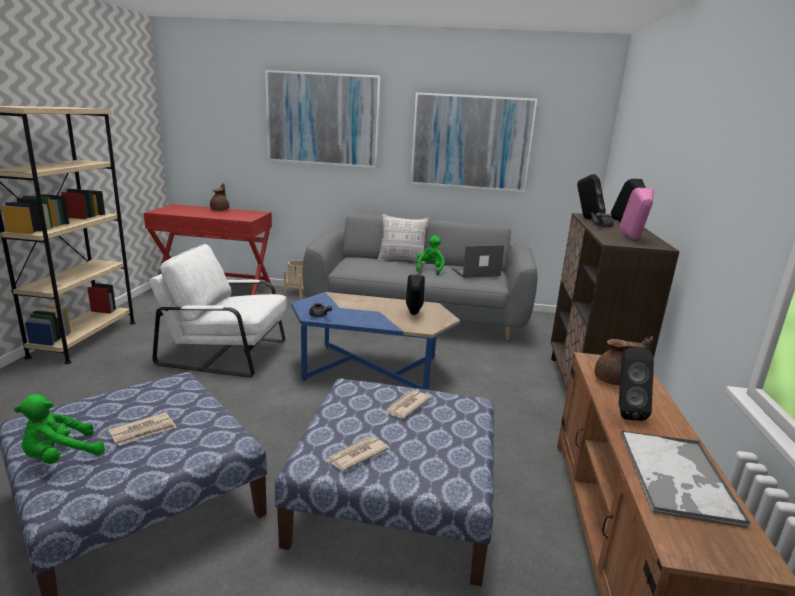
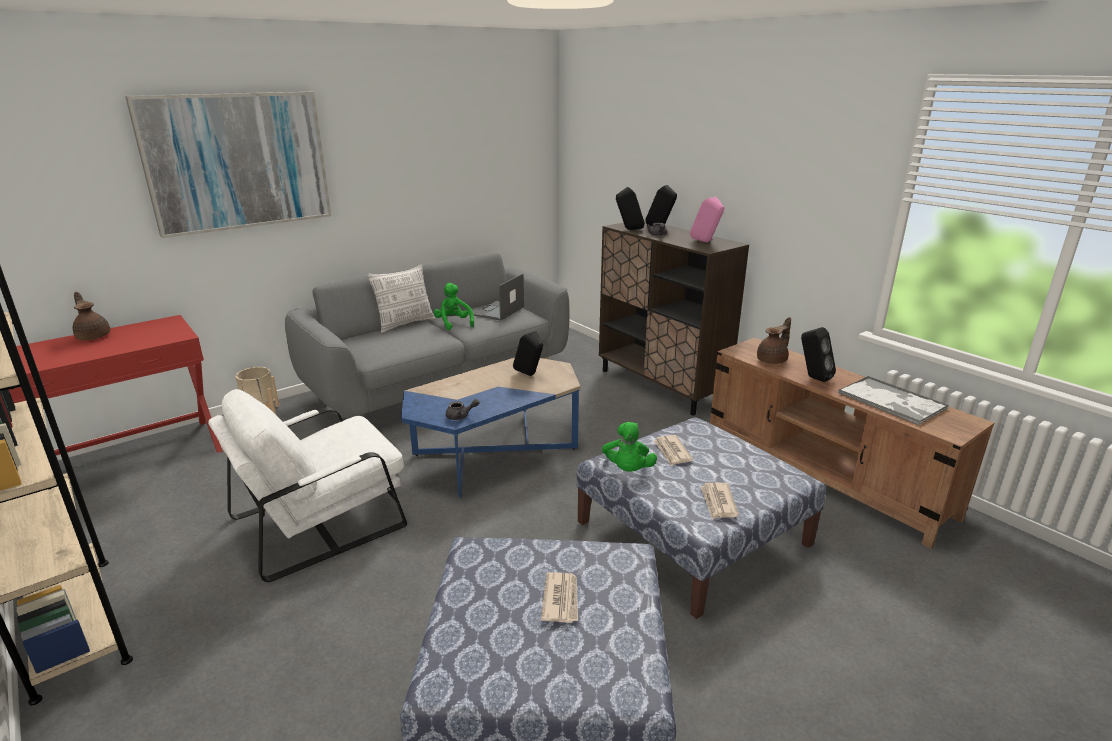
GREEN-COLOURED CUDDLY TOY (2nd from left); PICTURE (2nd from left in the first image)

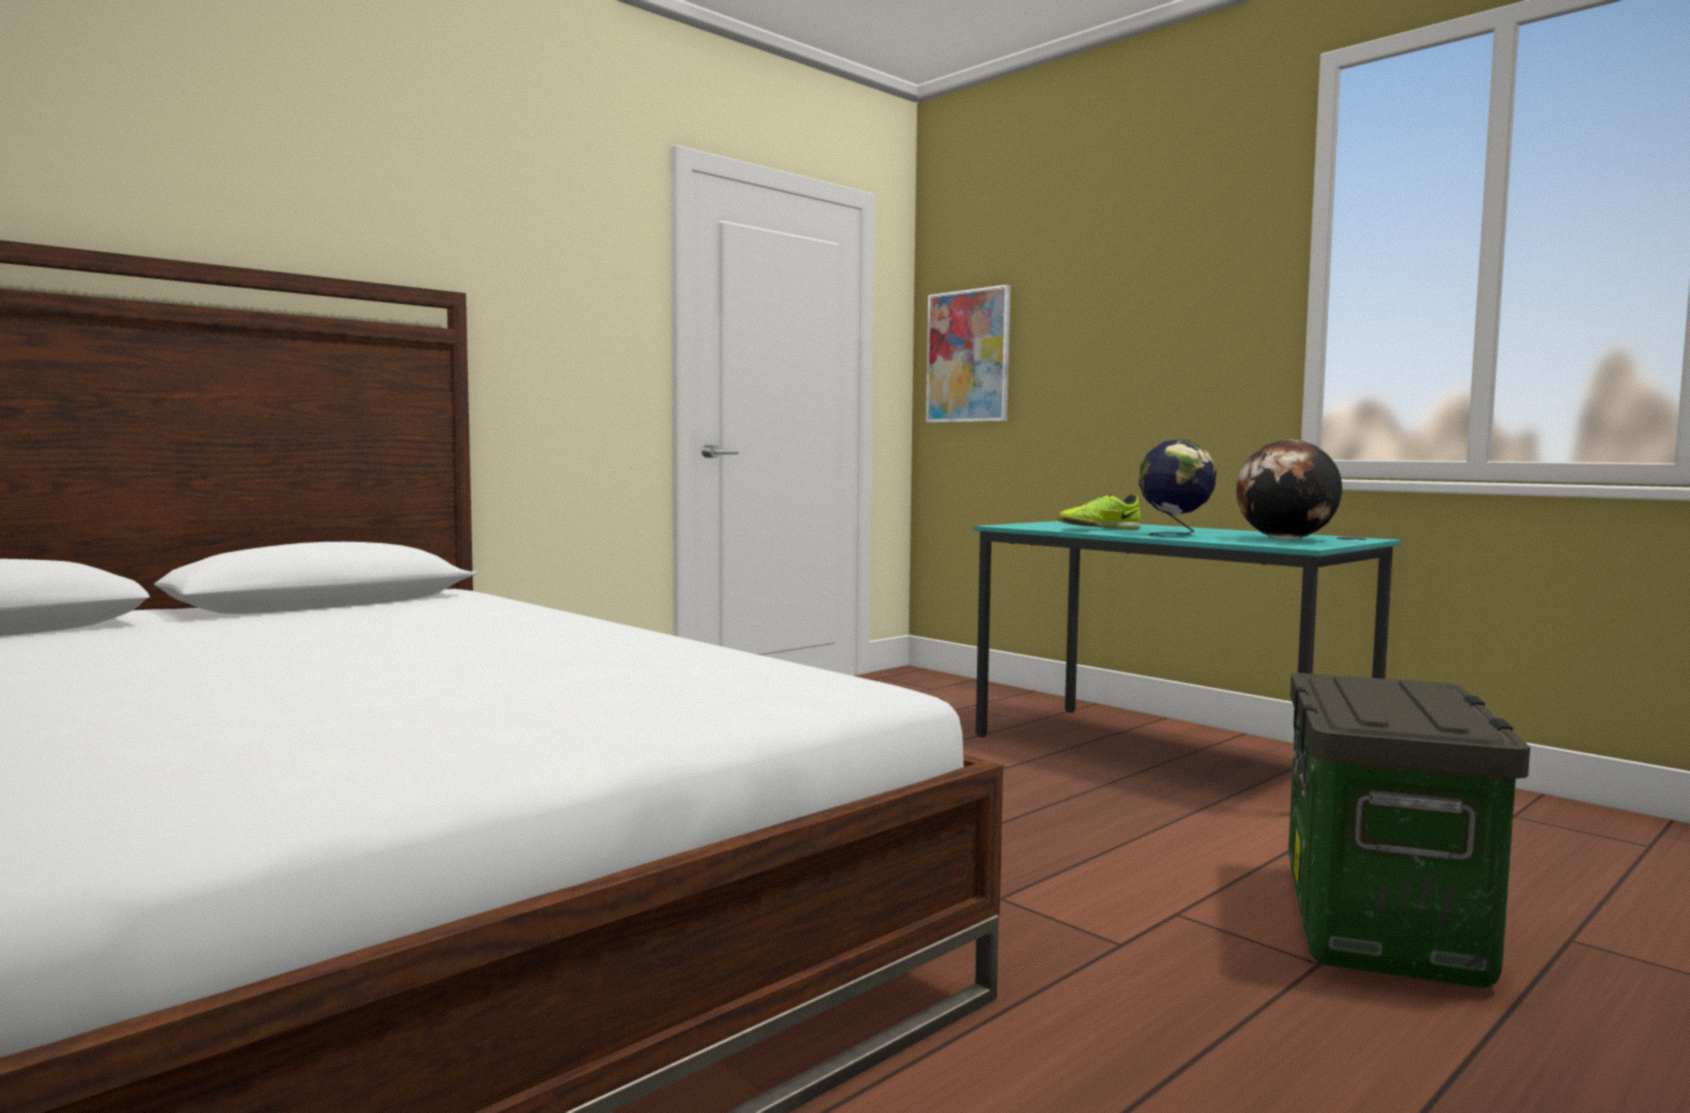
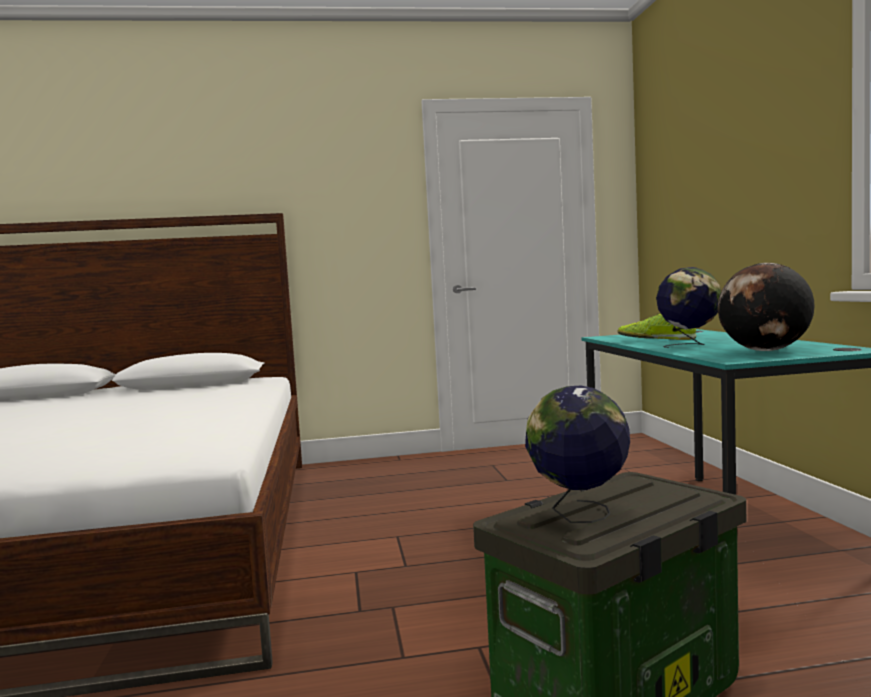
PICTURE; GLOBE (1st from left)

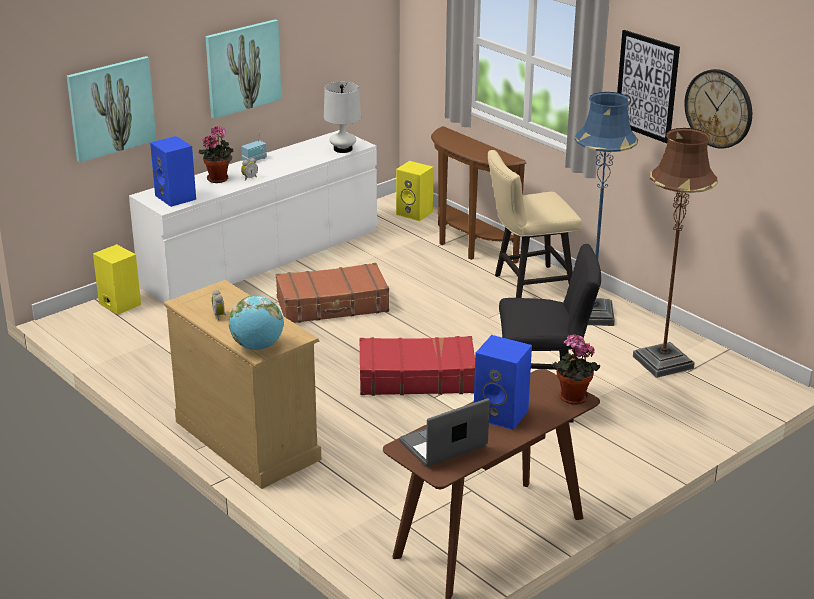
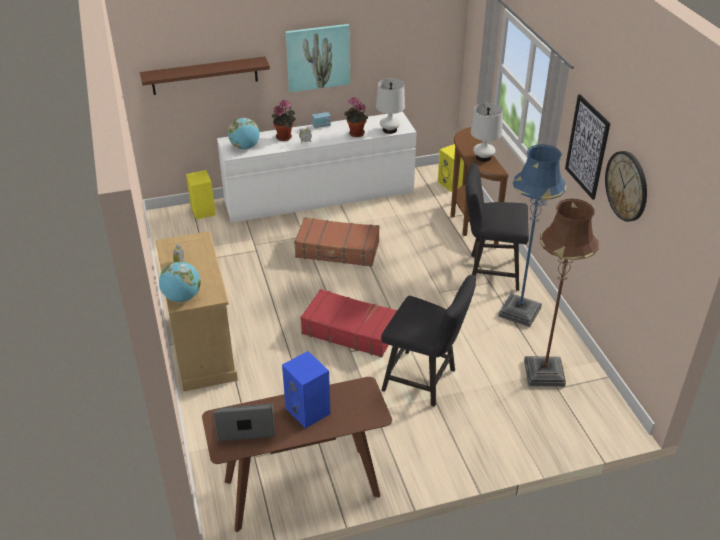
BROWN BRACKET SHELF; GLOBE (2nd from left); BLACK CHAIR (2nd from left); POTTED PLANT (2nd from left); WHITISH LAMP FOR A TABLE (2nd from left)

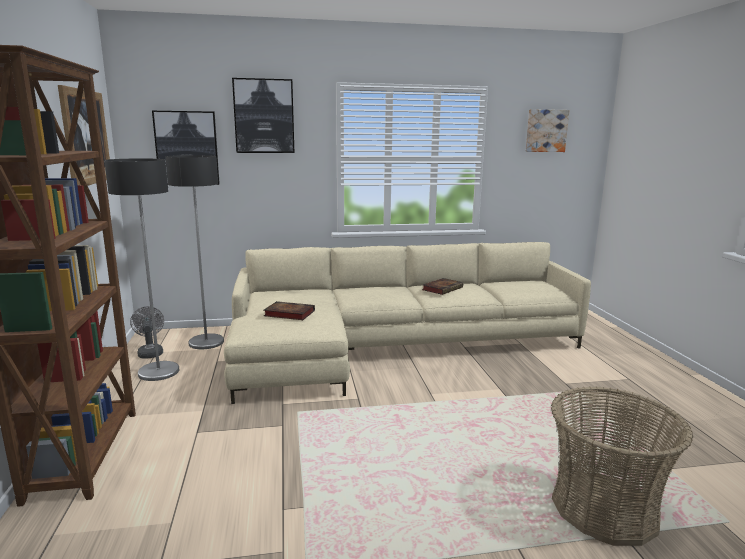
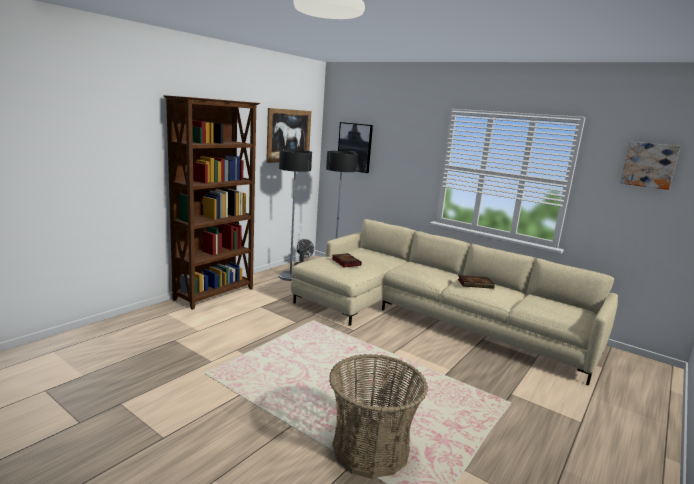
PICTURE (3rd from left in the first image)

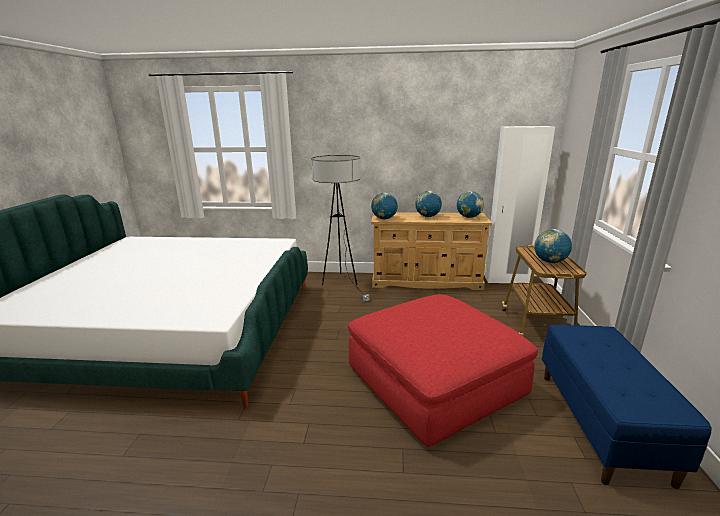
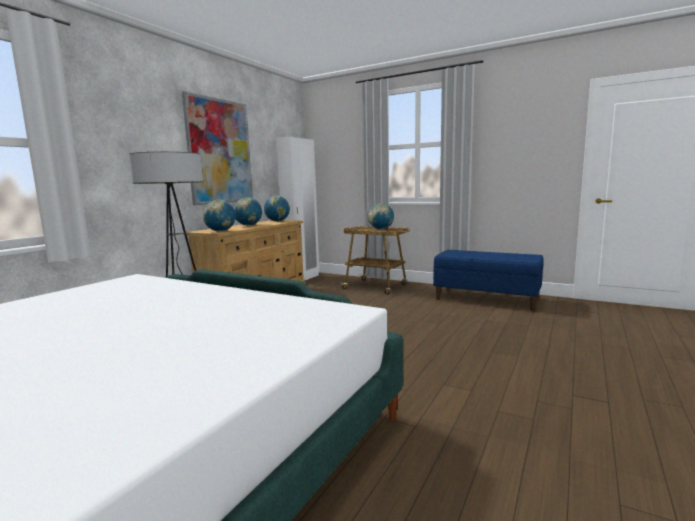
RED-COLOURED POUFFE; PICTURE

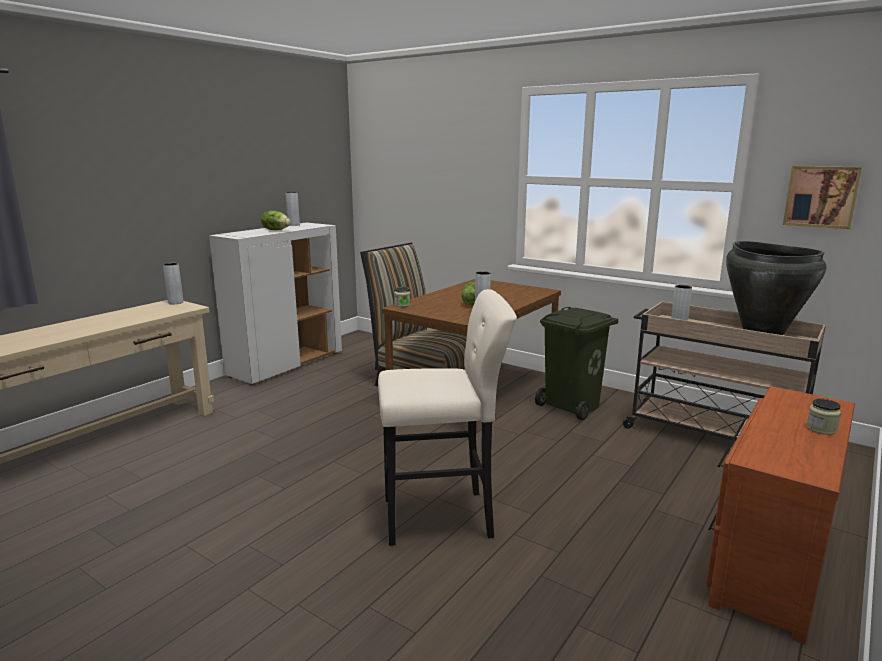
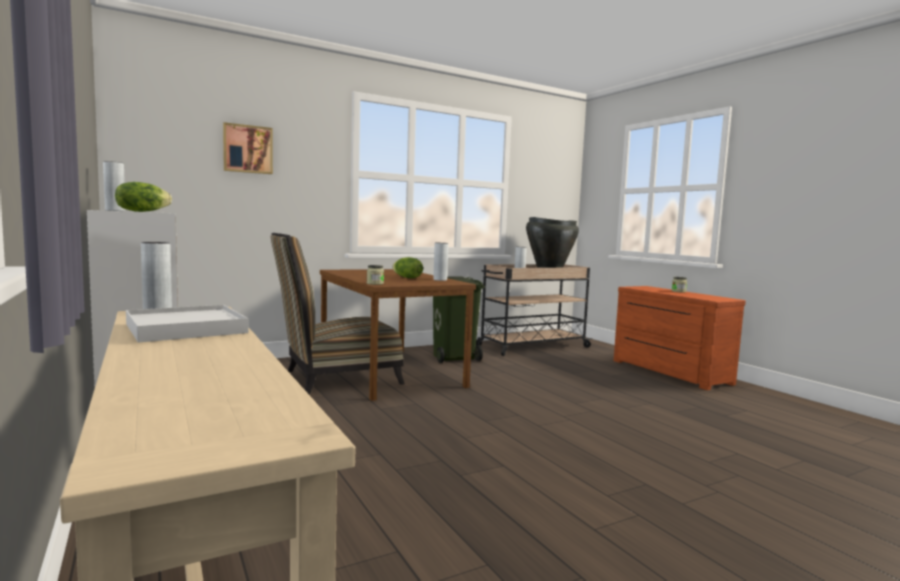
SAND-COLOURED STOOL; PICTURE; WHITISH TRAY

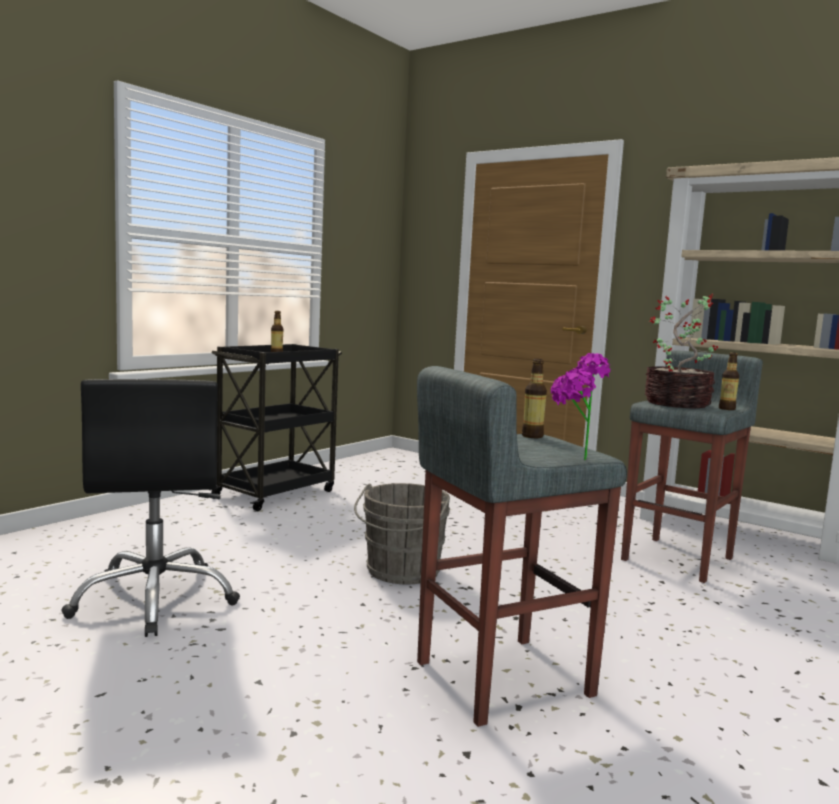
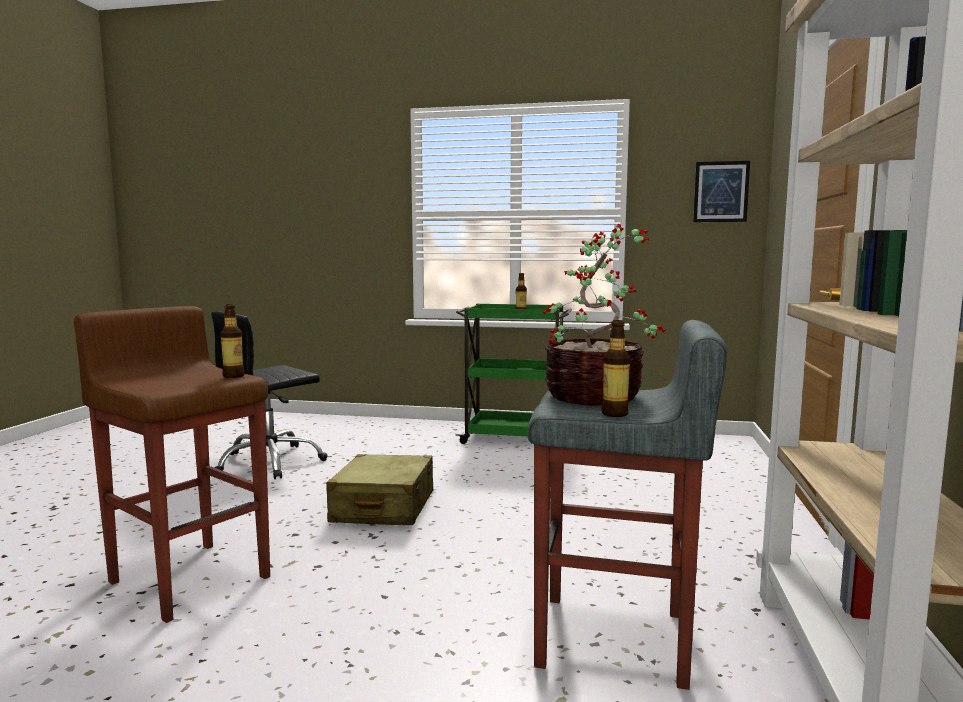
GREEN-COLOURED CART; SAND-COLOURED PIECE OF LUGGAGE; BROWN STOOL; POTTED PLANT (1st from left in the first image); PICTURE

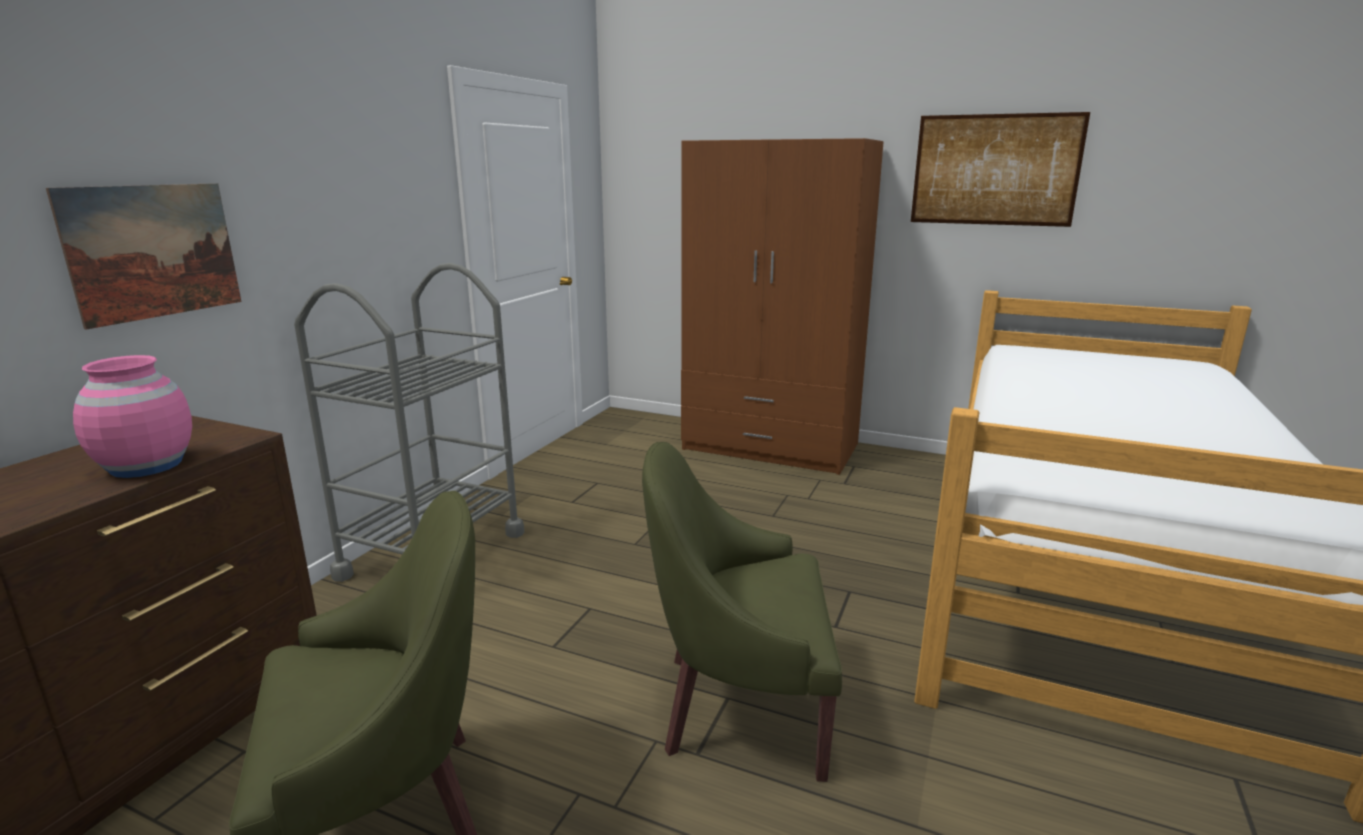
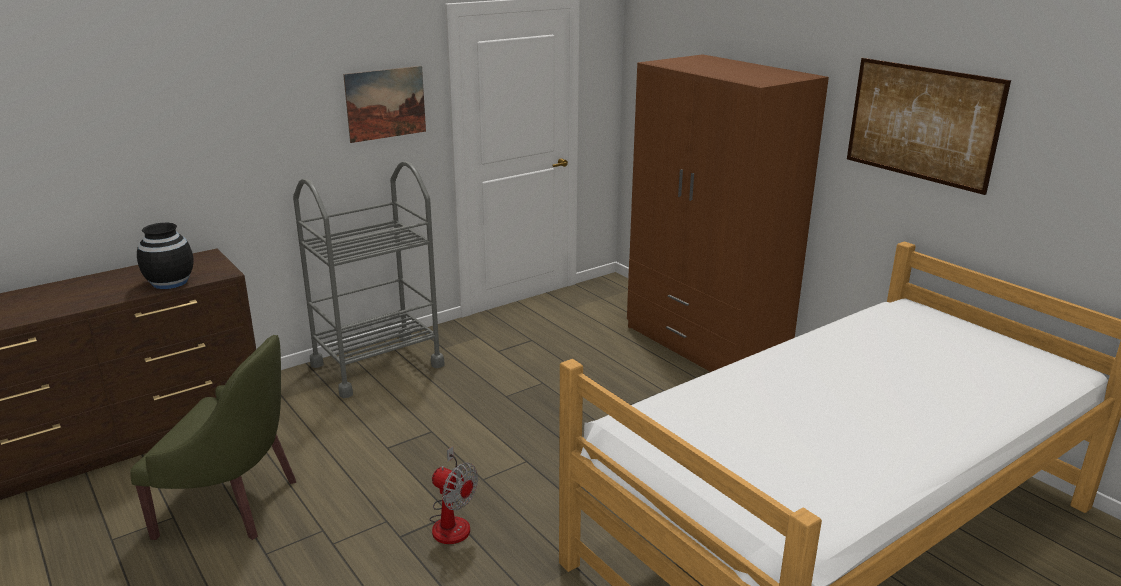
PICTURE (1st from left); BLACK VASE; COOLING FAN

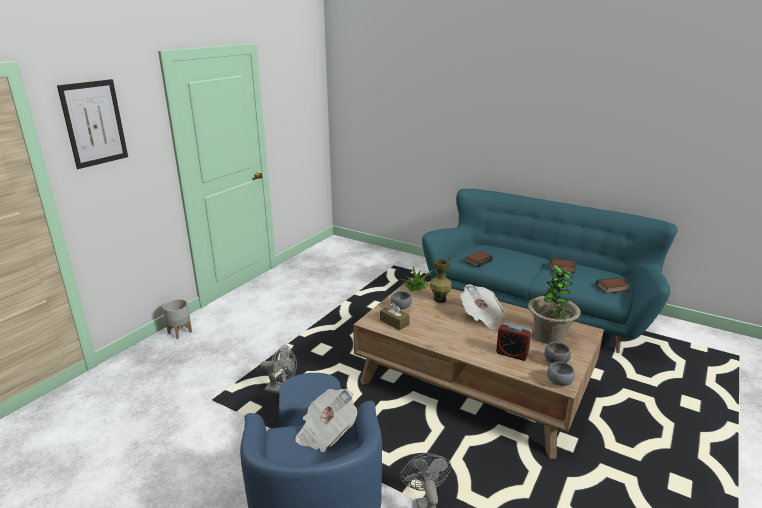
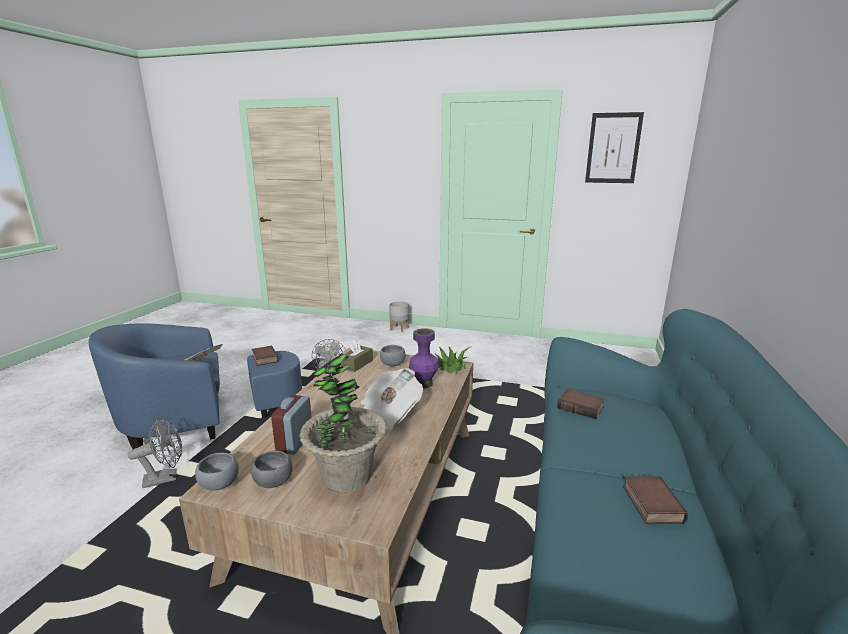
PICTURE; PURPLE-COLOURED VASE; VOLUME (1st from left)

